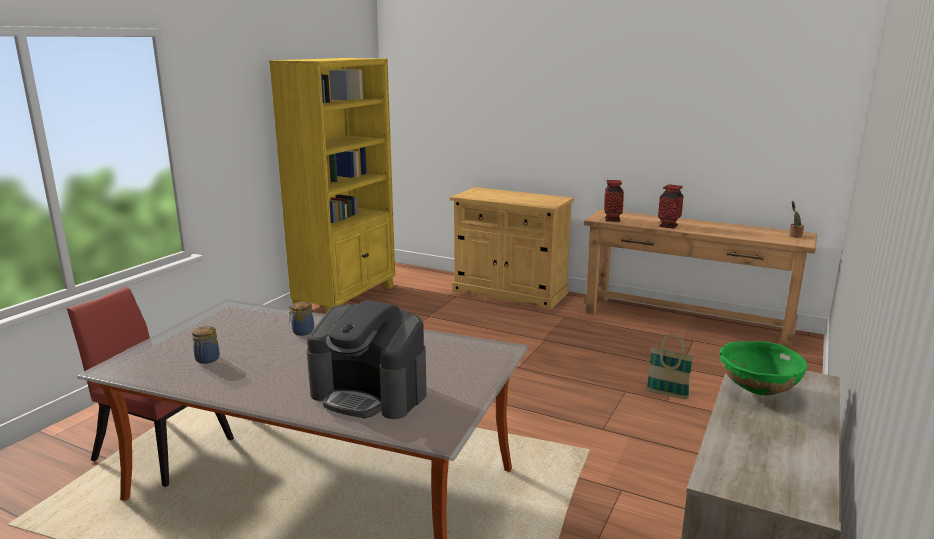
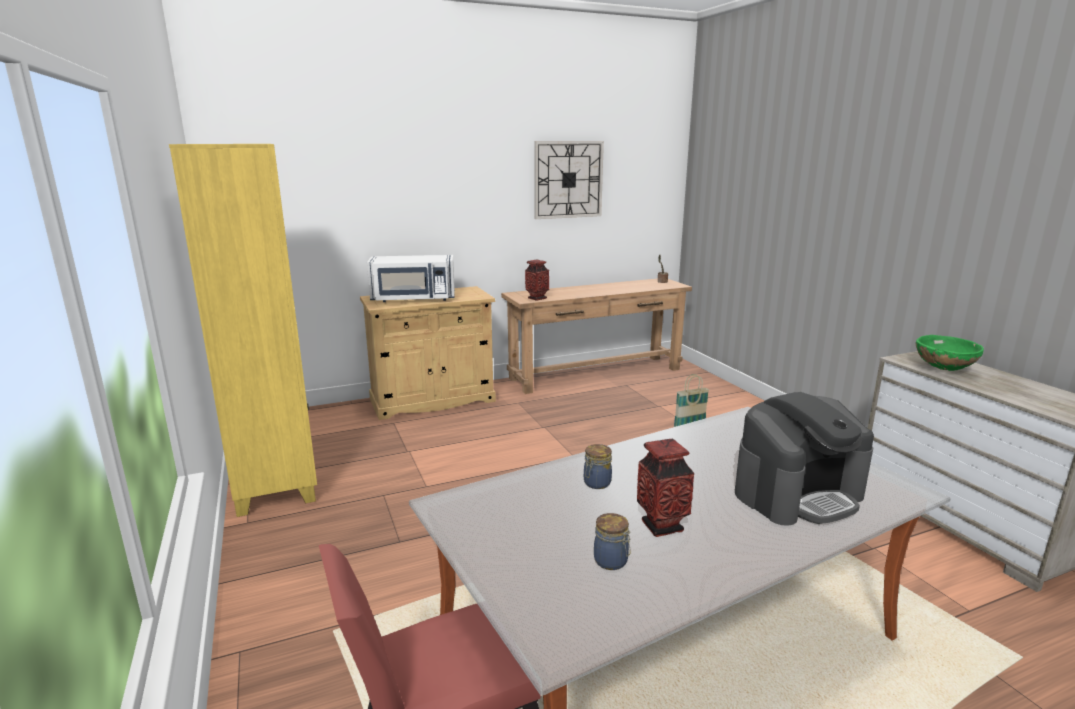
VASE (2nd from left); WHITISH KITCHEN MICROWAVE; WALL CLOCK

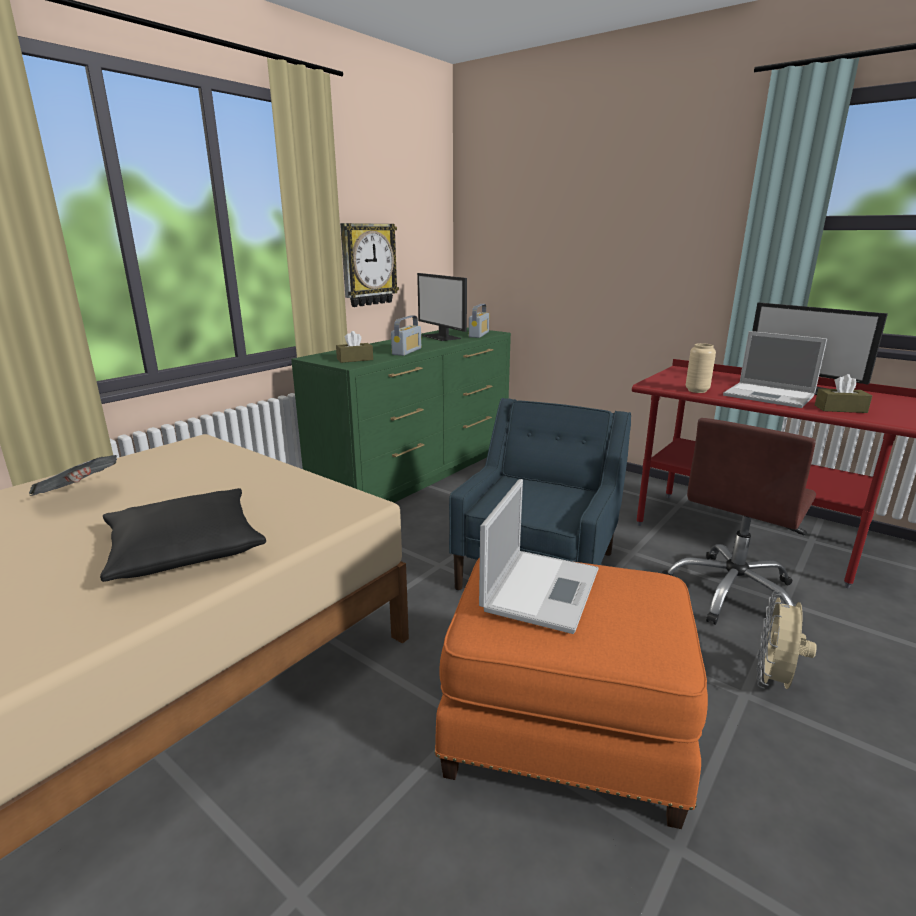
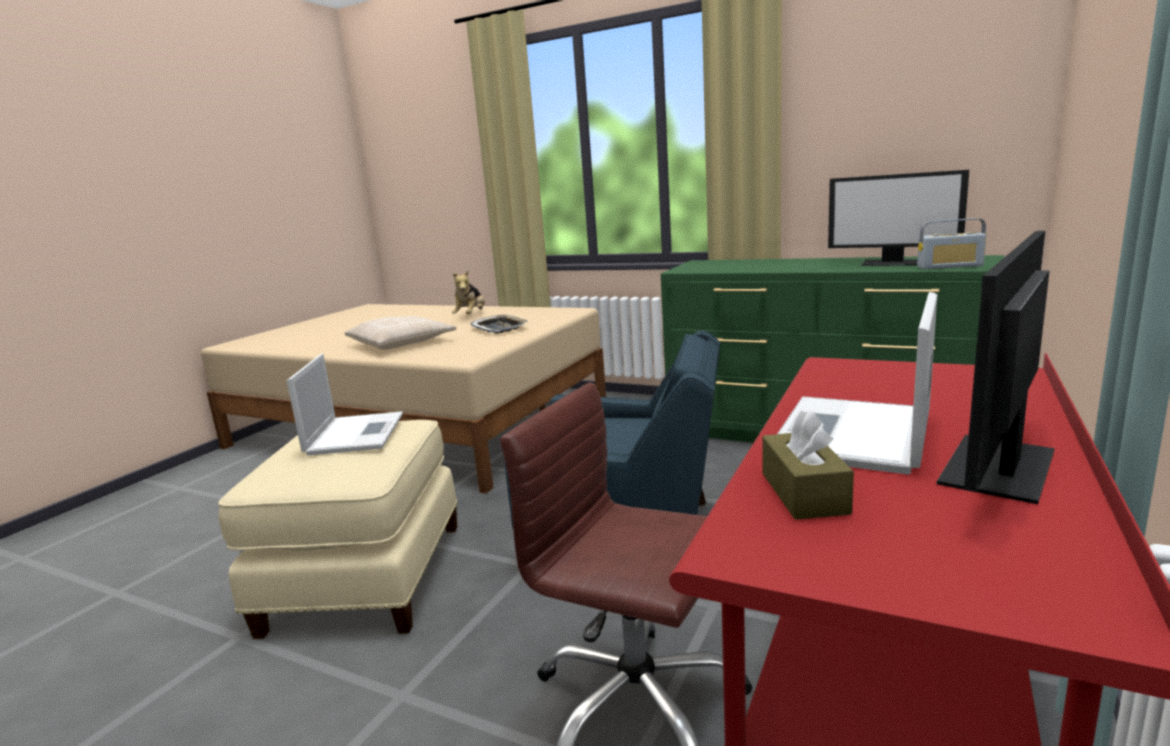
CUDDLY TOY; SAND-COLOURED CUSHION; BROWN TISSUE BOX (1st from left in the first image); WALL CLOCK; RADIO (1st from left in the first image); MONITOR (1st from left); SAND-COLOURED POUFFE; PORTABLE COMPUTER (1st from left); SAND-COLOURED VASE; SAND-COLOURED COOLING FAN; TRAY

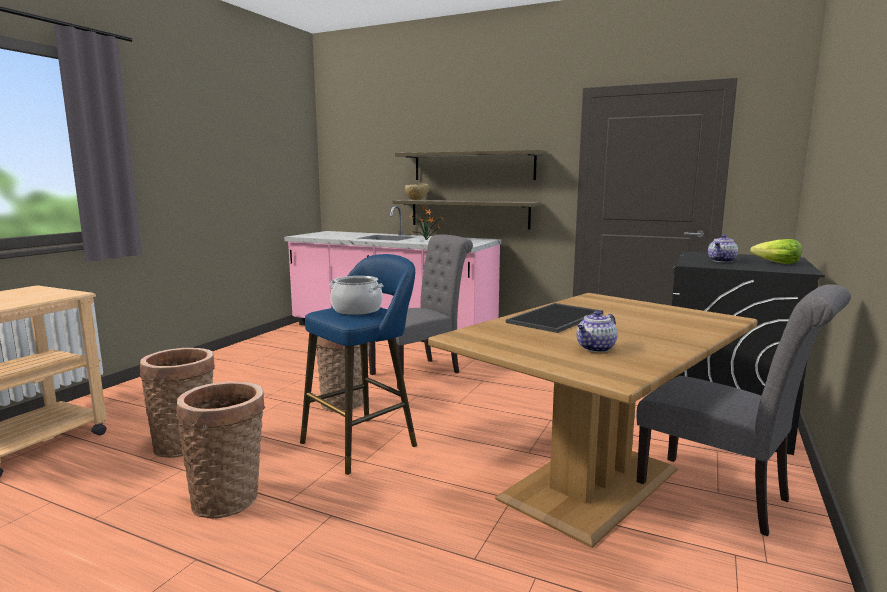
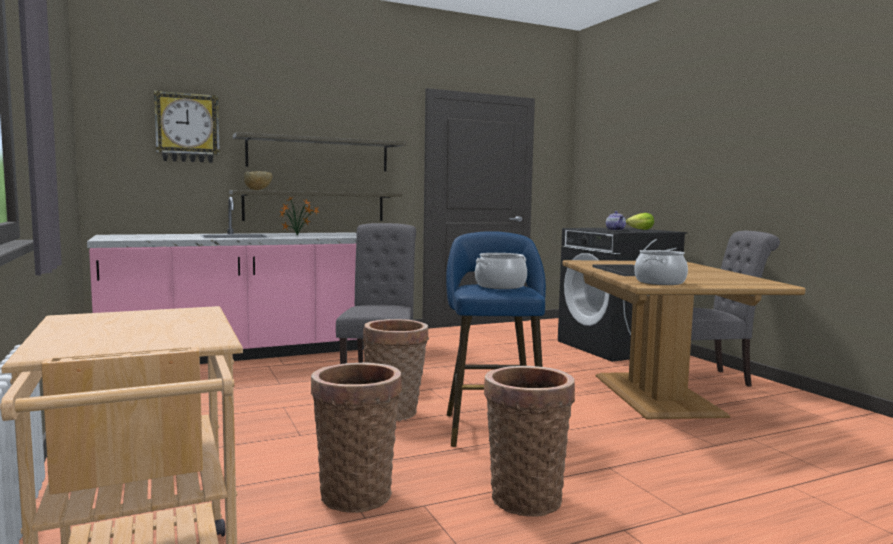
POT FOR TEA (1st from left in the first image); WALL CLOCK; COOKING POT (2nd from left)

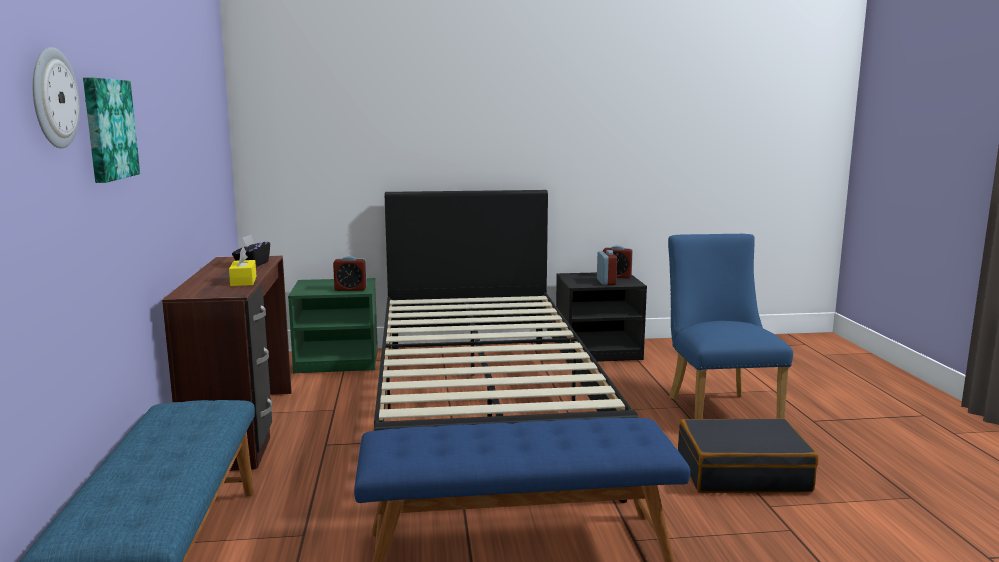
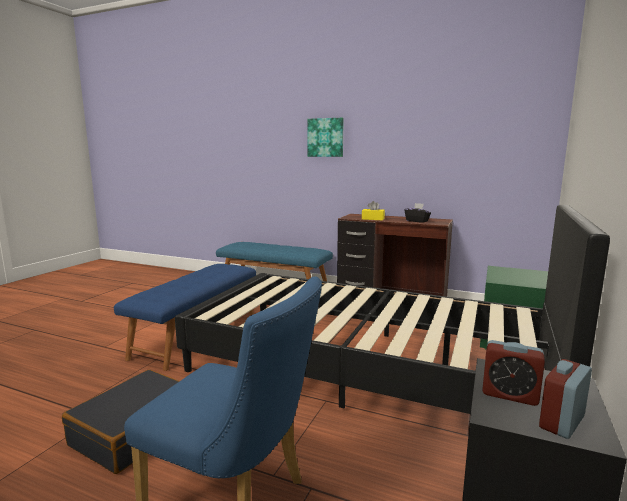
WALL CLOCK; ALARM CLOCK (1st from left in the first image)

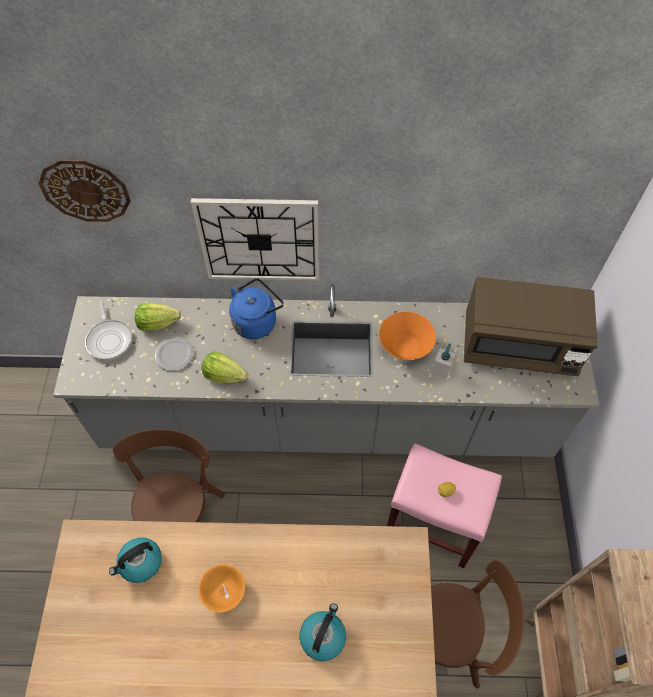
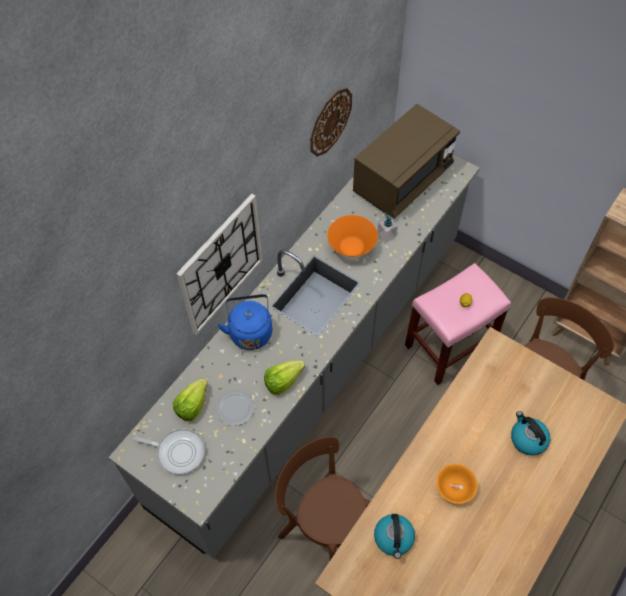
WALL CLOCK (2nd from left)

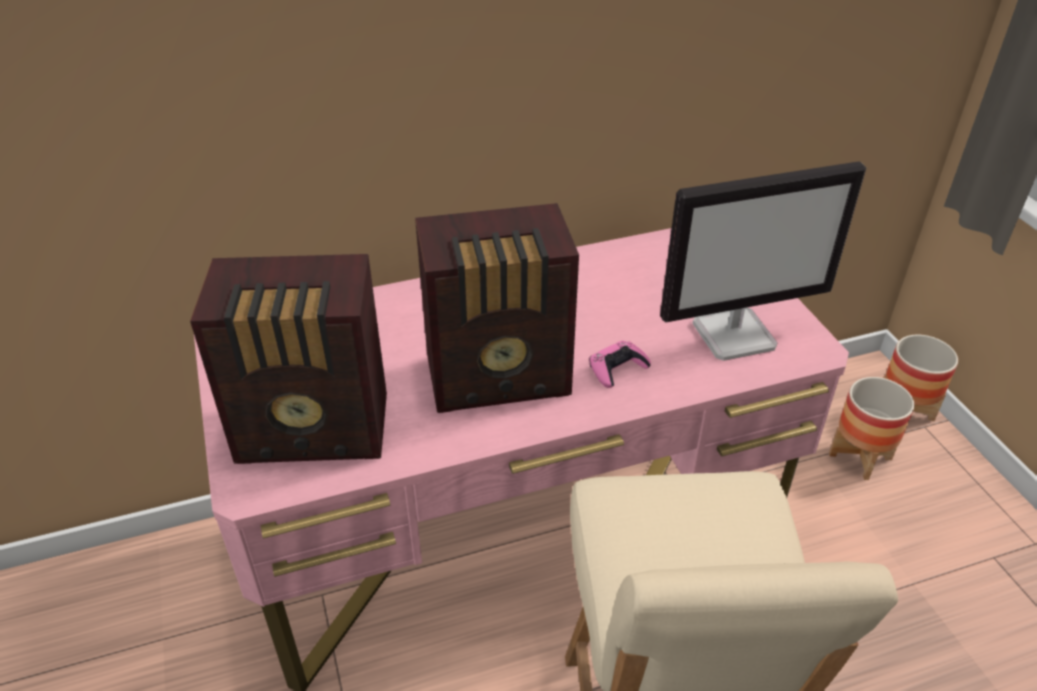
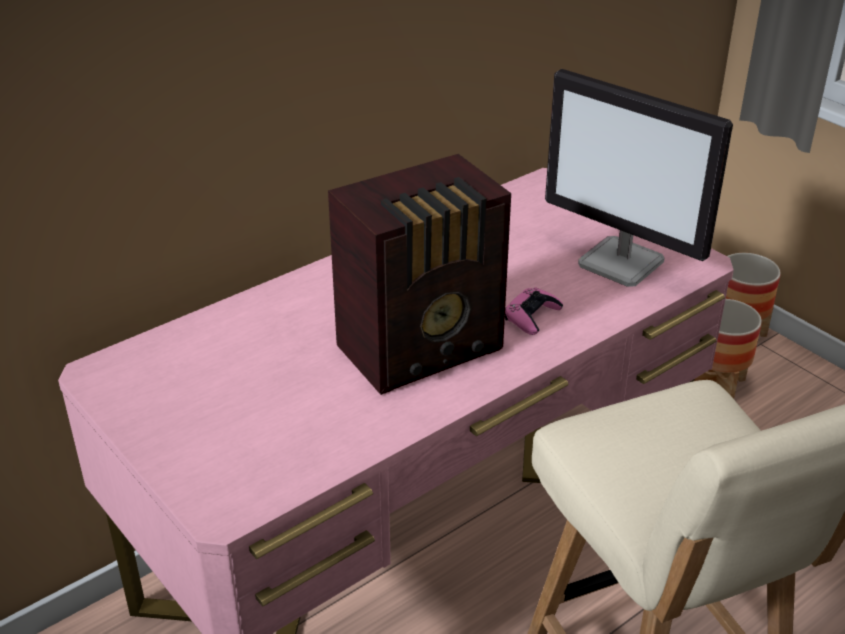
RADIO (1st from left in the first image); MONITOR

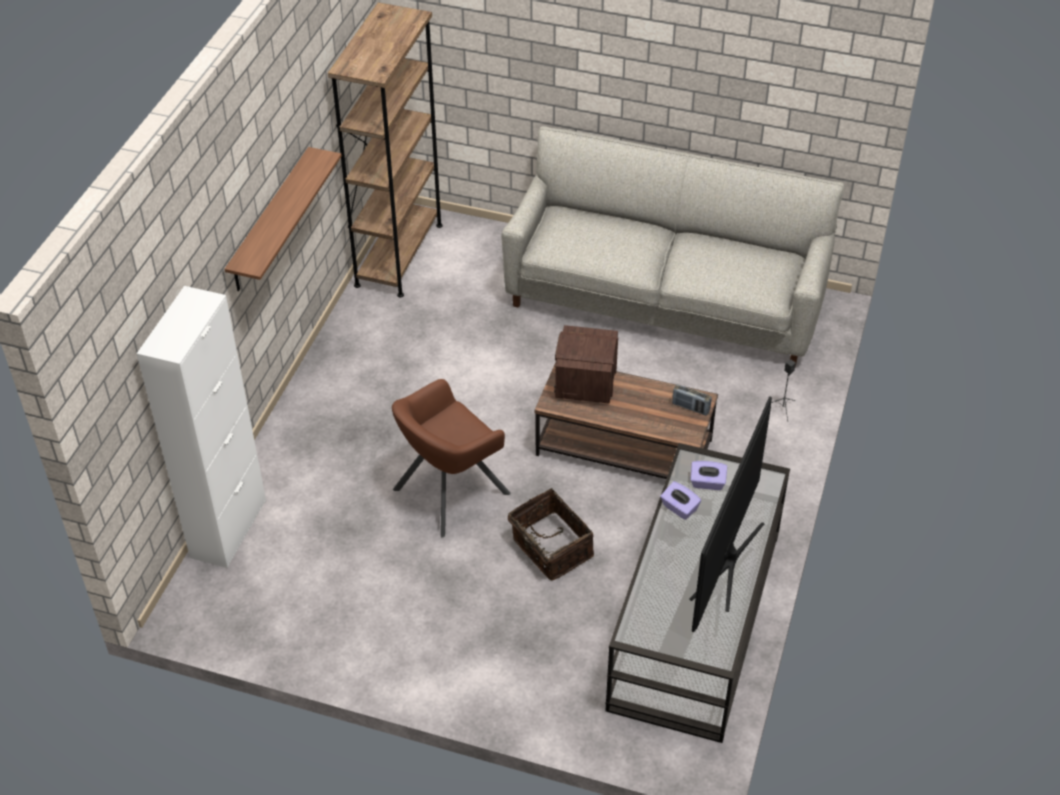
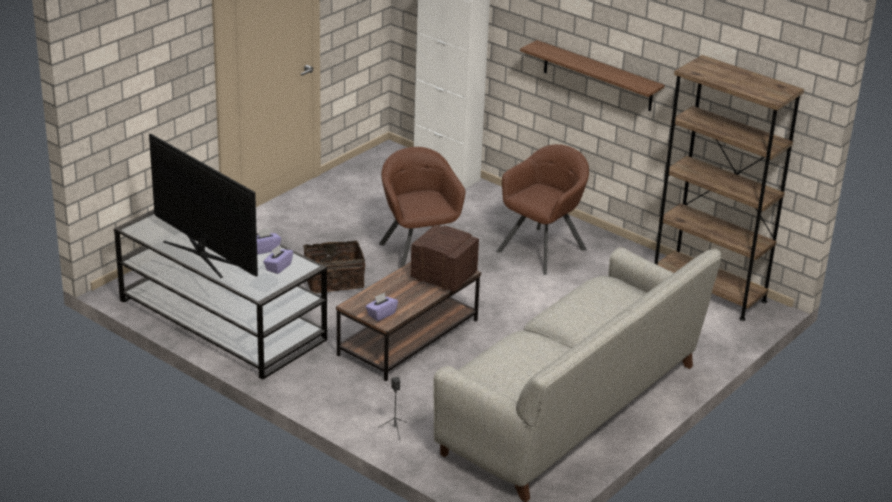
PURPLE-COLOURED TISSUE BOX (3rd from left); BROWN ARMCHAIR (2nd from left)

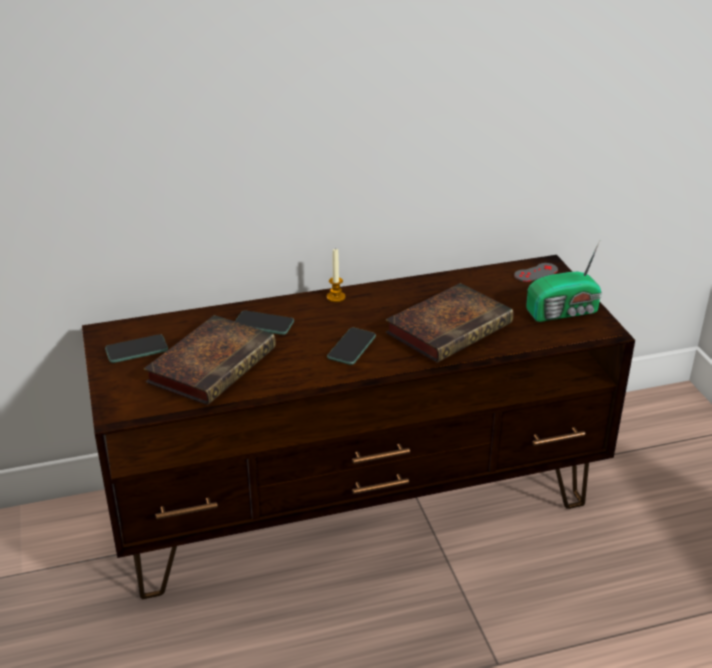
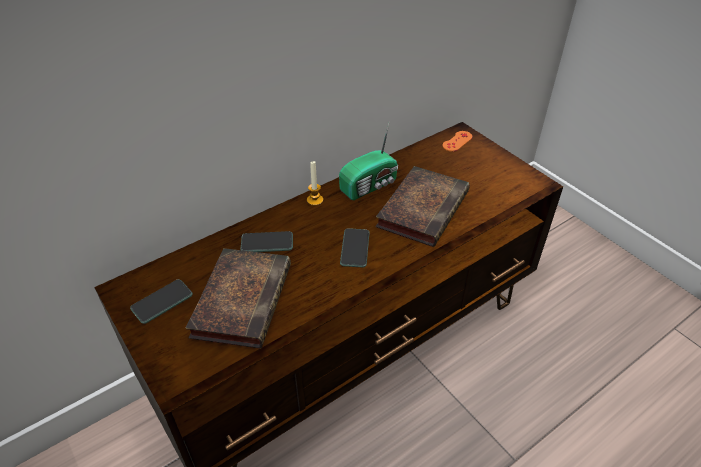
ORANGE-COLOURED JOYPAD; RADIO

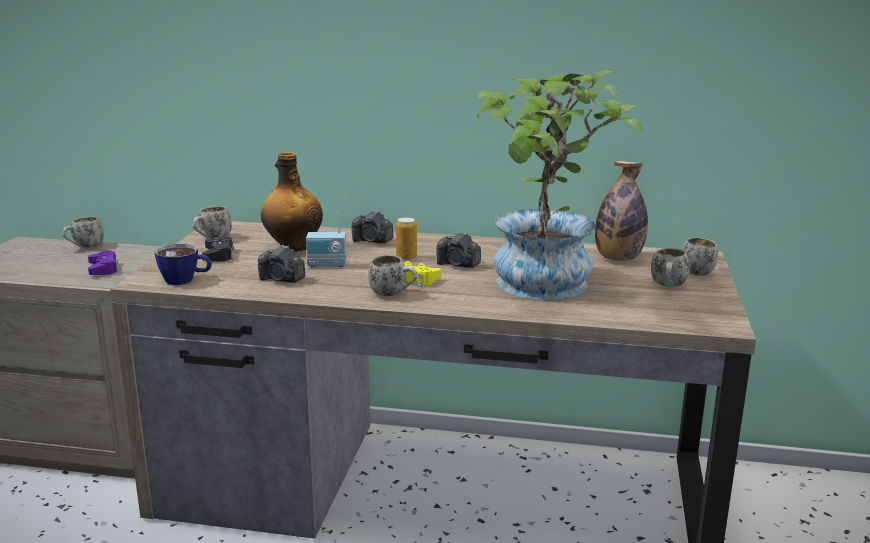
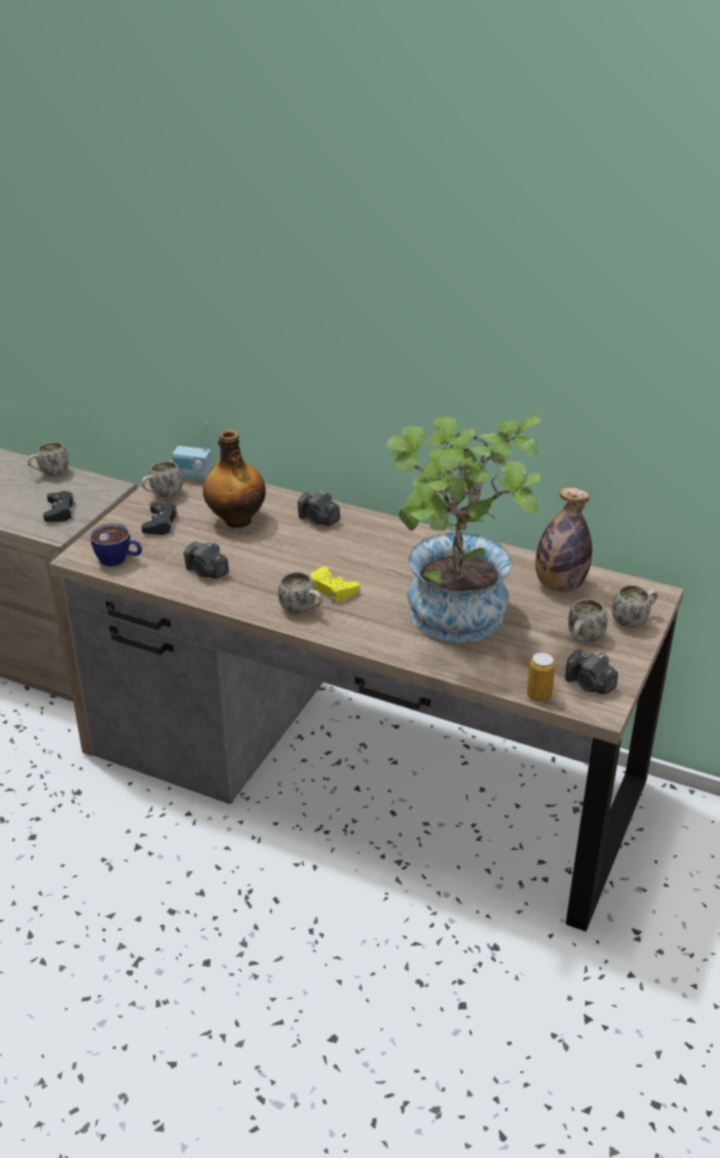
BLACK JOYPAD (1st from left); RADIO; CAN; PHOTO CAMERA (3rd from left)

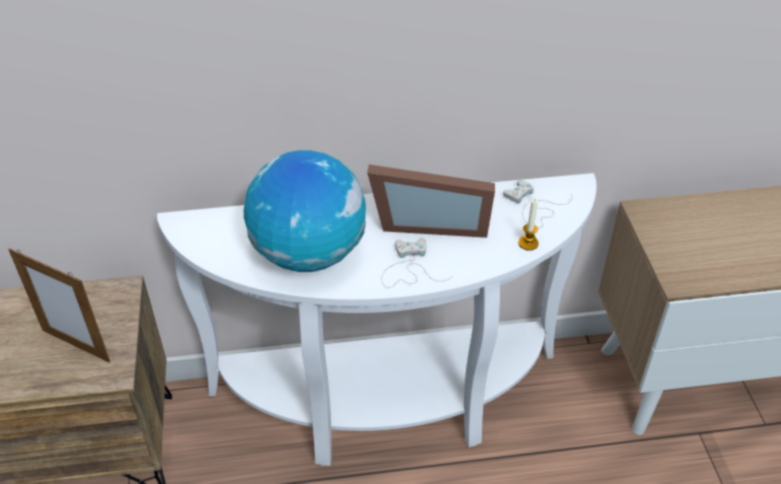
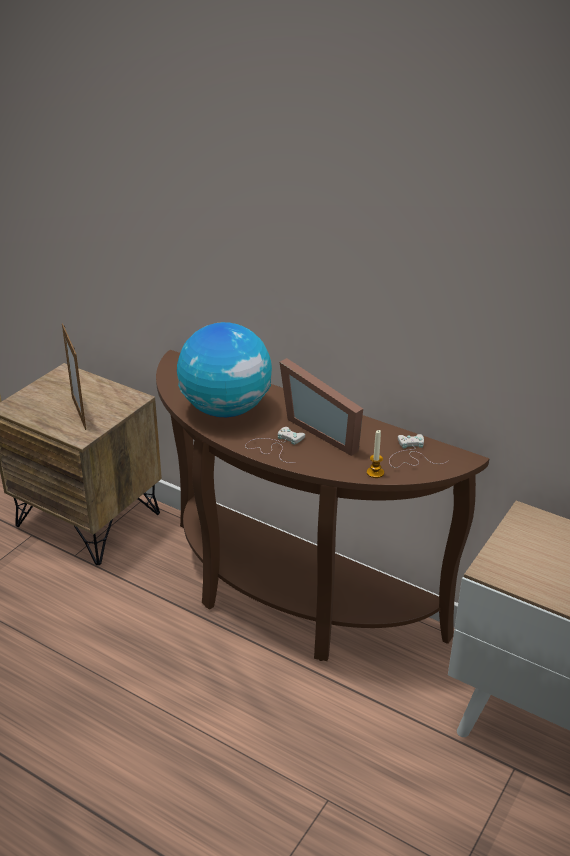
BROWN NARROW TABLE

